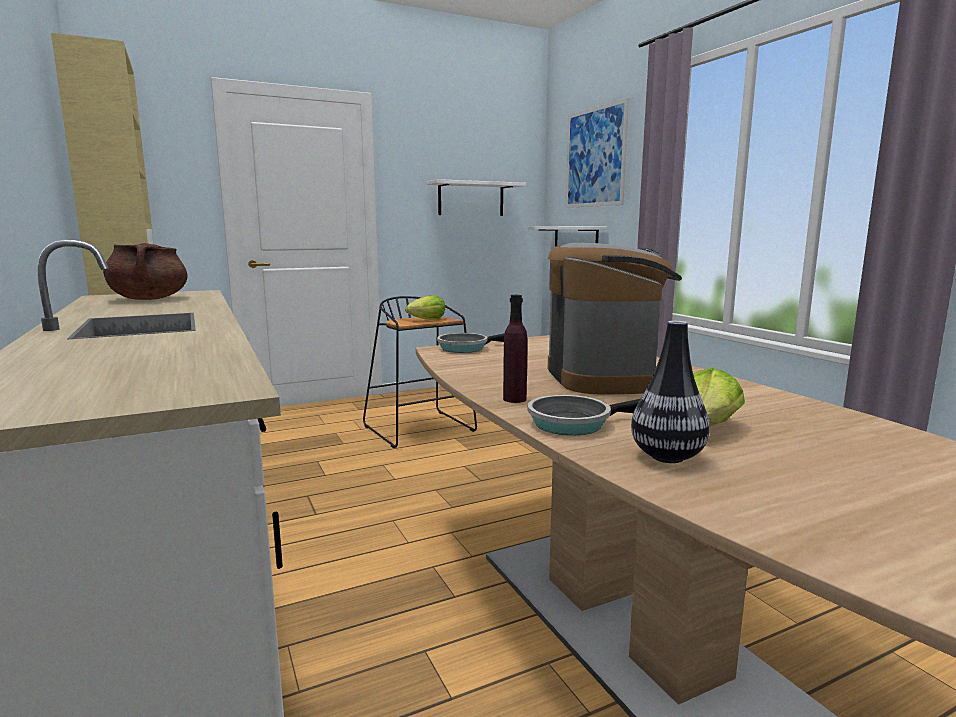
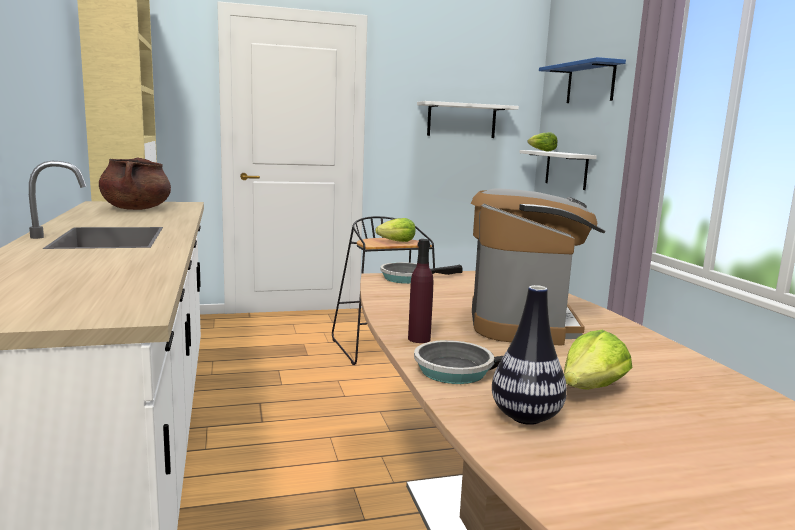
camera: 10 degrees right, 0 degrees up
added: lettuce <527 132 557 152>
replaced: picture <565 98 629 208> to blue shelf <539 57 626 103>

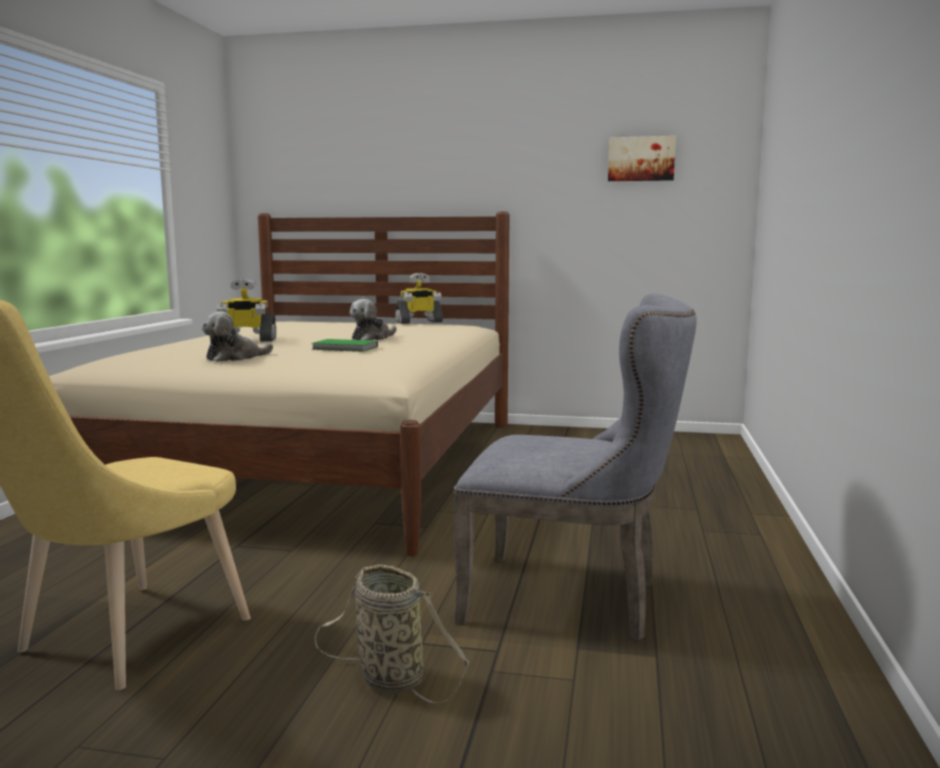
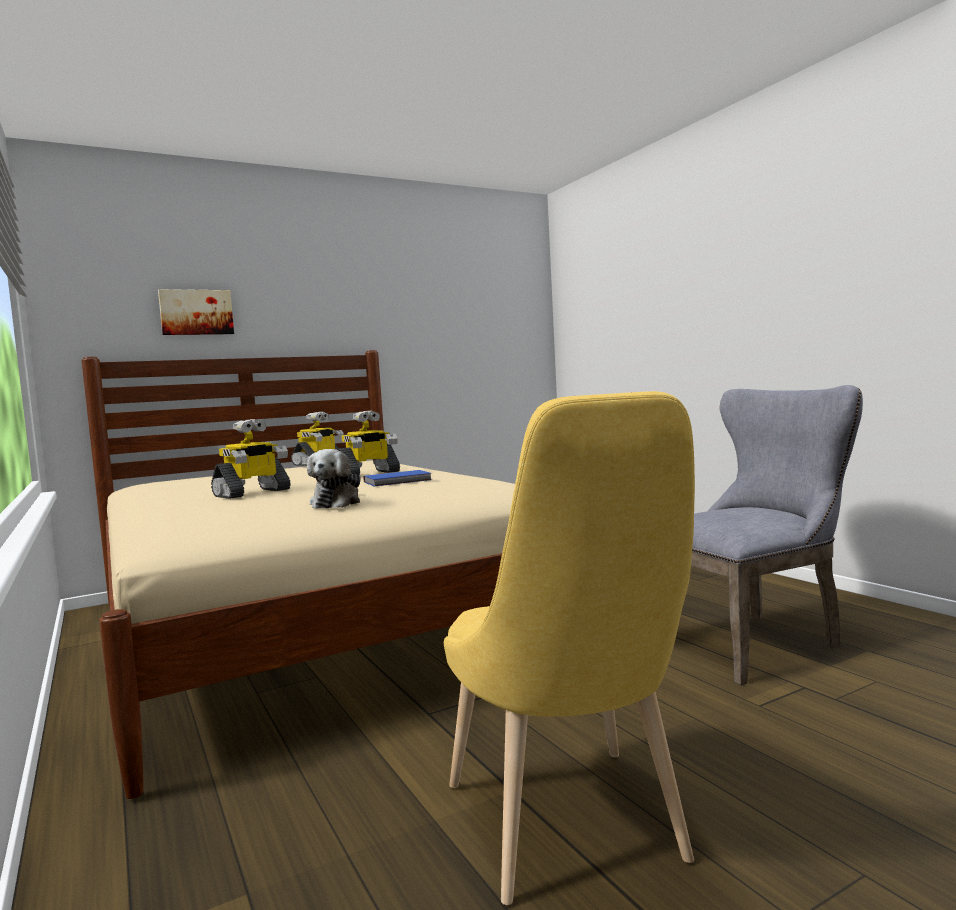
camera: 40 degrees left, 5 degrees down
removed: basket <314 564 469 703>
moved: picture <608 136 676 181> to <158 289 234 335>
replaced: plush toy <350 299 396 341> to toy robot <338 411 400 475>
recoloured: green book <312 339 378 352> to blue book <363 470 432 486>

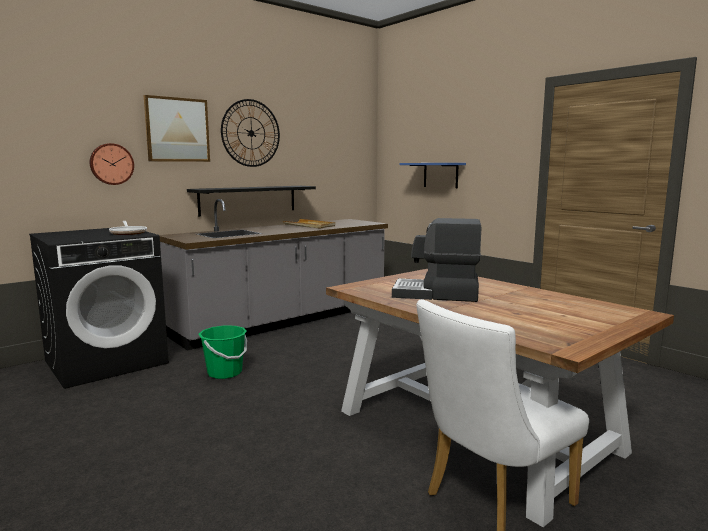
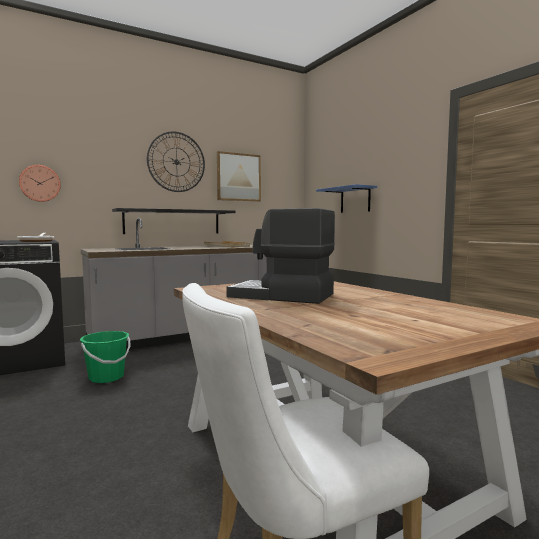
camera: 10 degrees right, 5 degrees down
moved: picture <144 95 210 162> to <217 151 261 202>

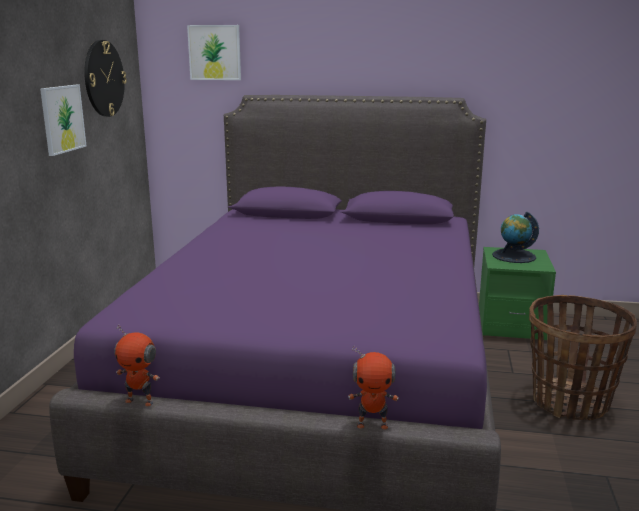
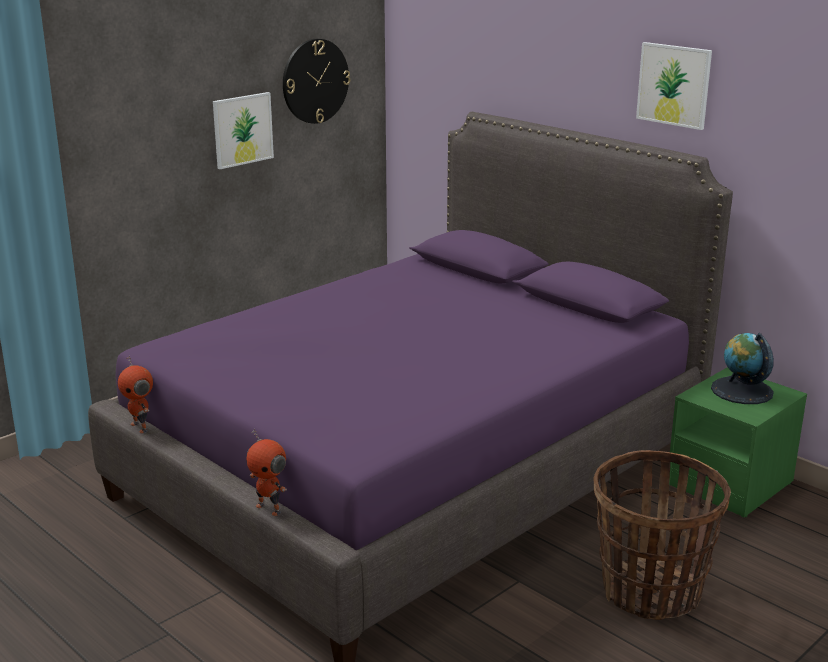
camera: 35 degrees right, 5 degrees up
moved: picture <187 25 241 80> to <636 42 712 130>

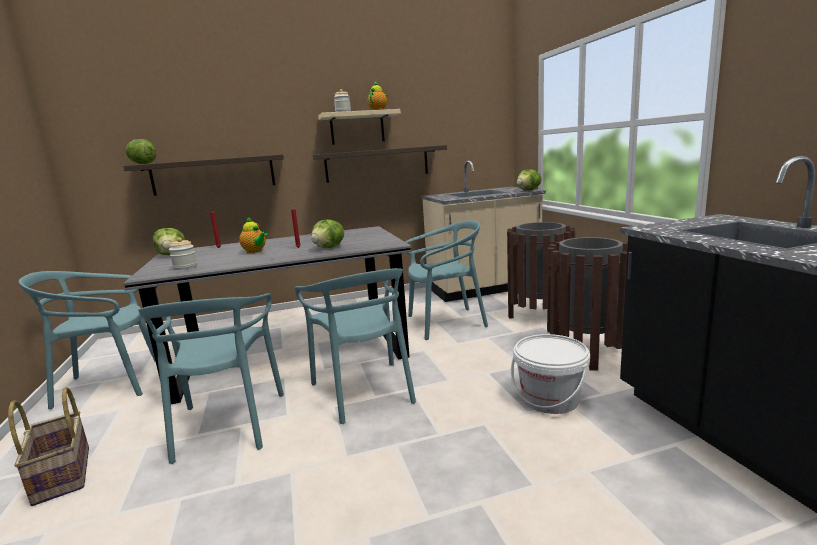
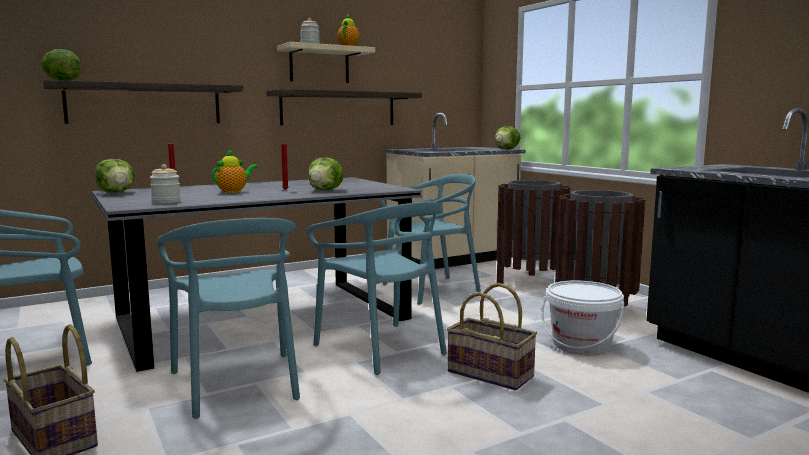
camera: 15 degrees left, 5 degrees down
added: basket <447 283 537 390>
turned: teapot <239 217 268 253> = <211 149 258 193> 75 degrees counterclockwise

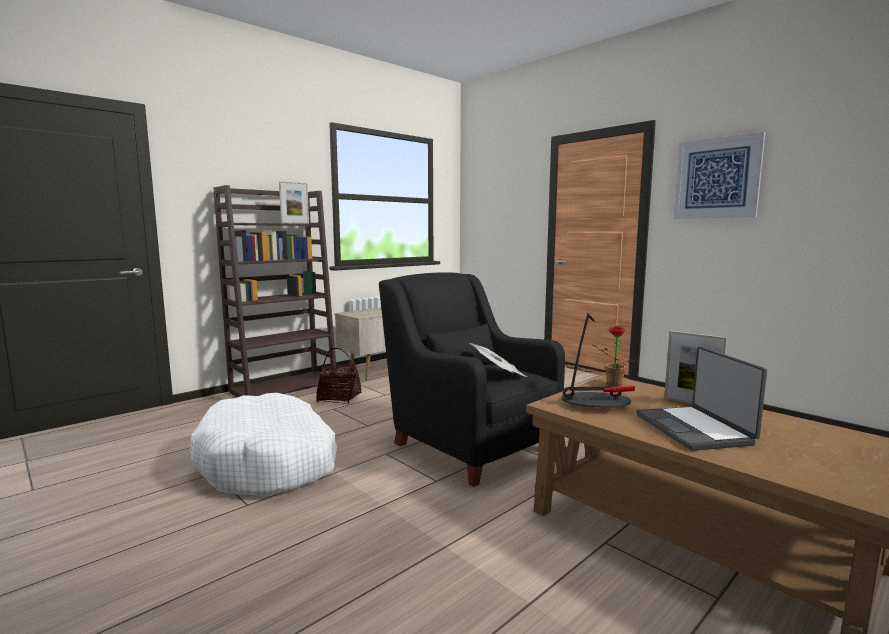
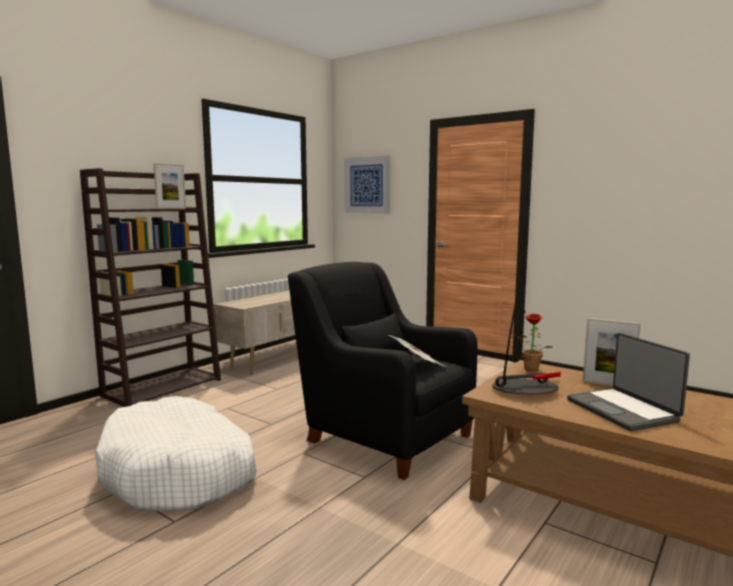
camera: 10 degrees left, 0 degrees up
removed: basket <316 348 362 404>
moved: picture <673 132 766 219> to <344 155 390 214>

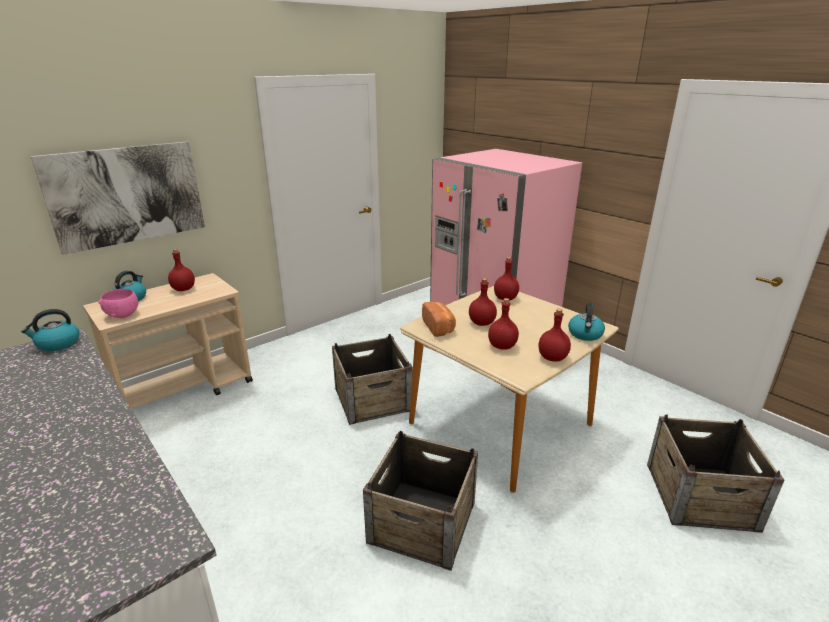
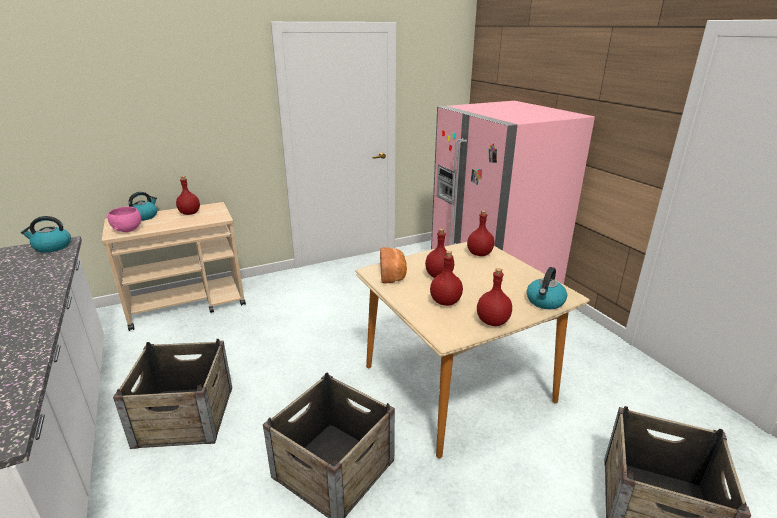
camera: 15 degrees right, 0 degrees up
removed: picture <31 141 205 255>
moved: crate <332 334 413 425> to <113 339 232 449>

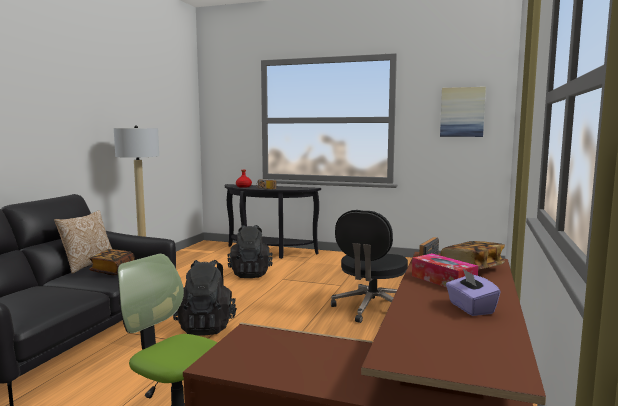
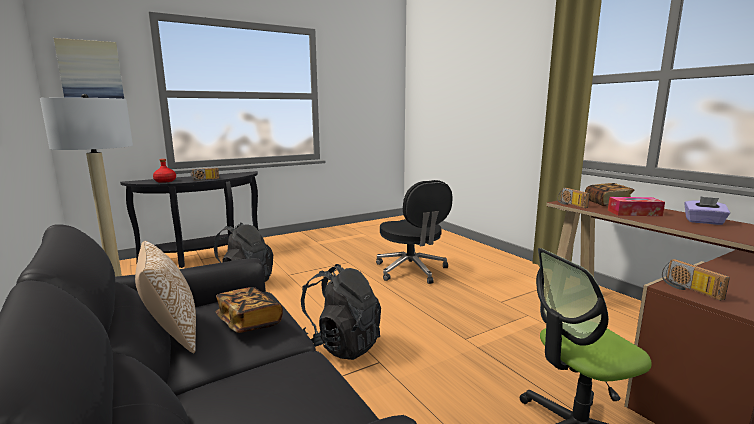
camera: 50 degrees left, 5 degrees up
added: radio <662 259 730 301>
moved: picture <440 87 486 137> to <54 38 124 99>

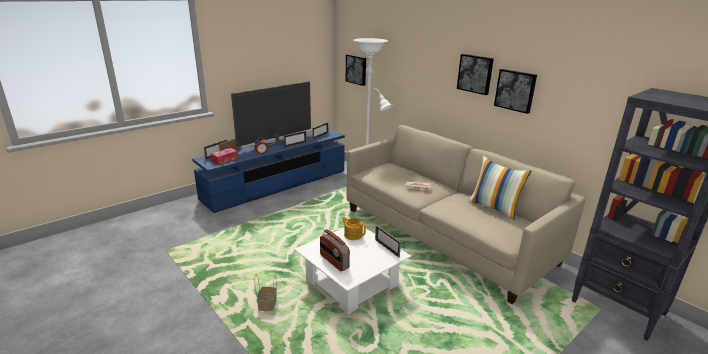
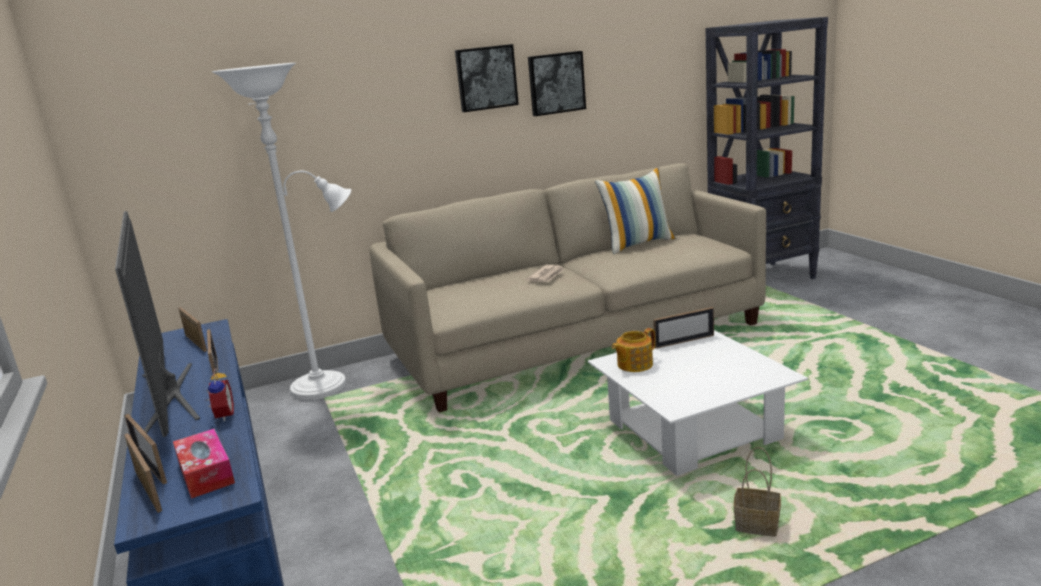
camera: 70 degrees left, 5 degrees down
removed: radio <320 229 350 271>; picture <346 54 366 86>

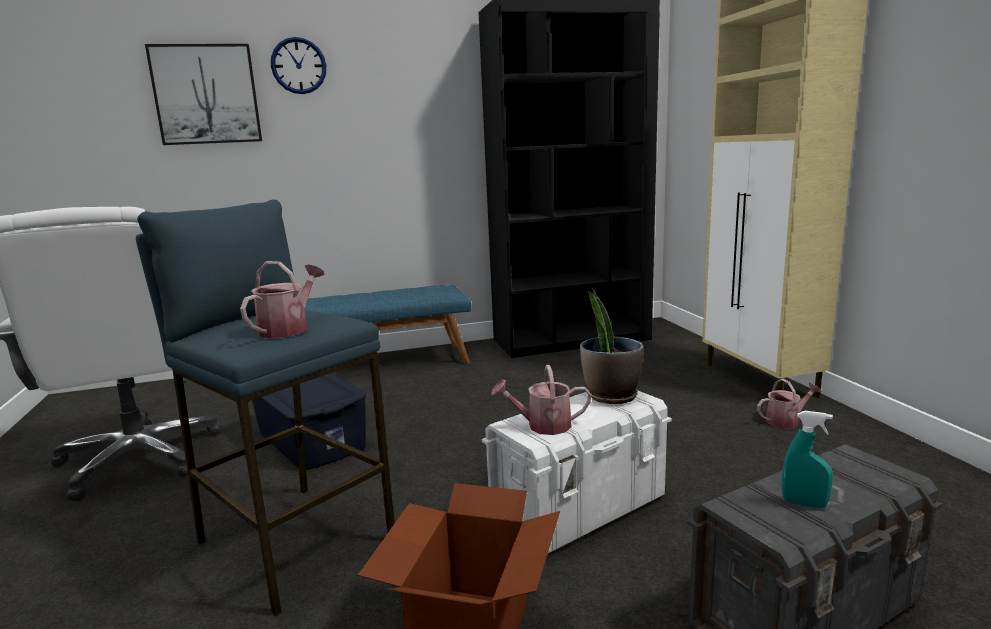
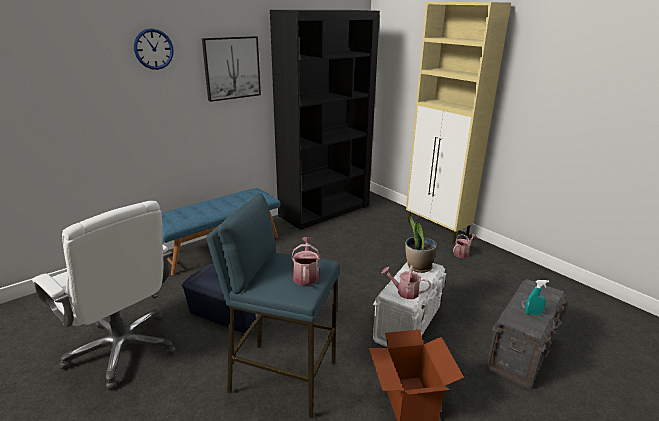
camera: 25 degrees left, 10 degrees up
moved: picture <145 44 262 145> to <202 36 261 102>
turned: watering can <491 365 591 435> = <381 265 431 299> 45 degrees clockwise

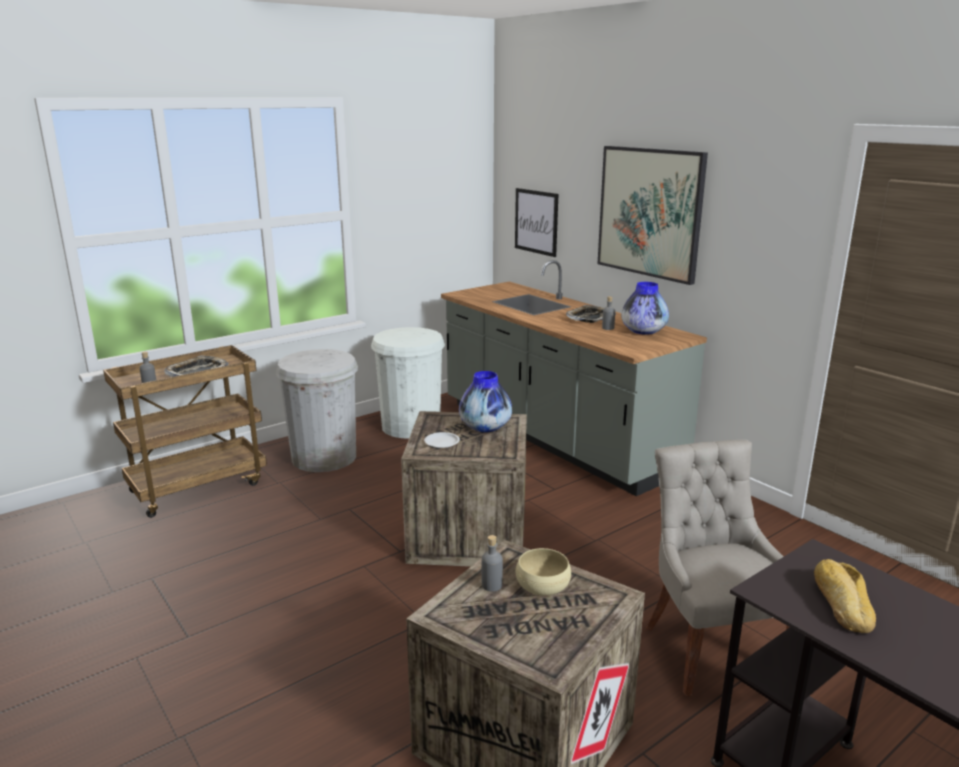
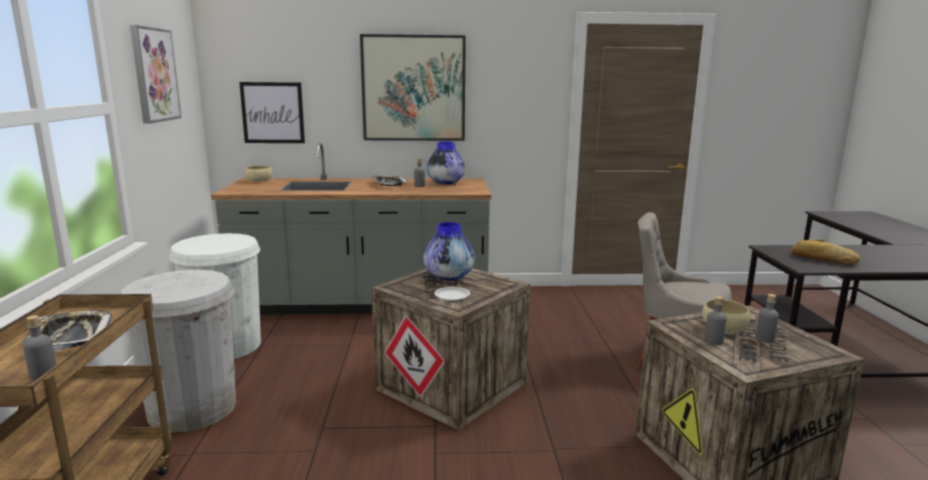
camera: 55 degrees left, 5 degrees down
added: picture <130 25 181 124>; beige bowl <244 166 273 182>; grey bottle <756 294 779 342>

